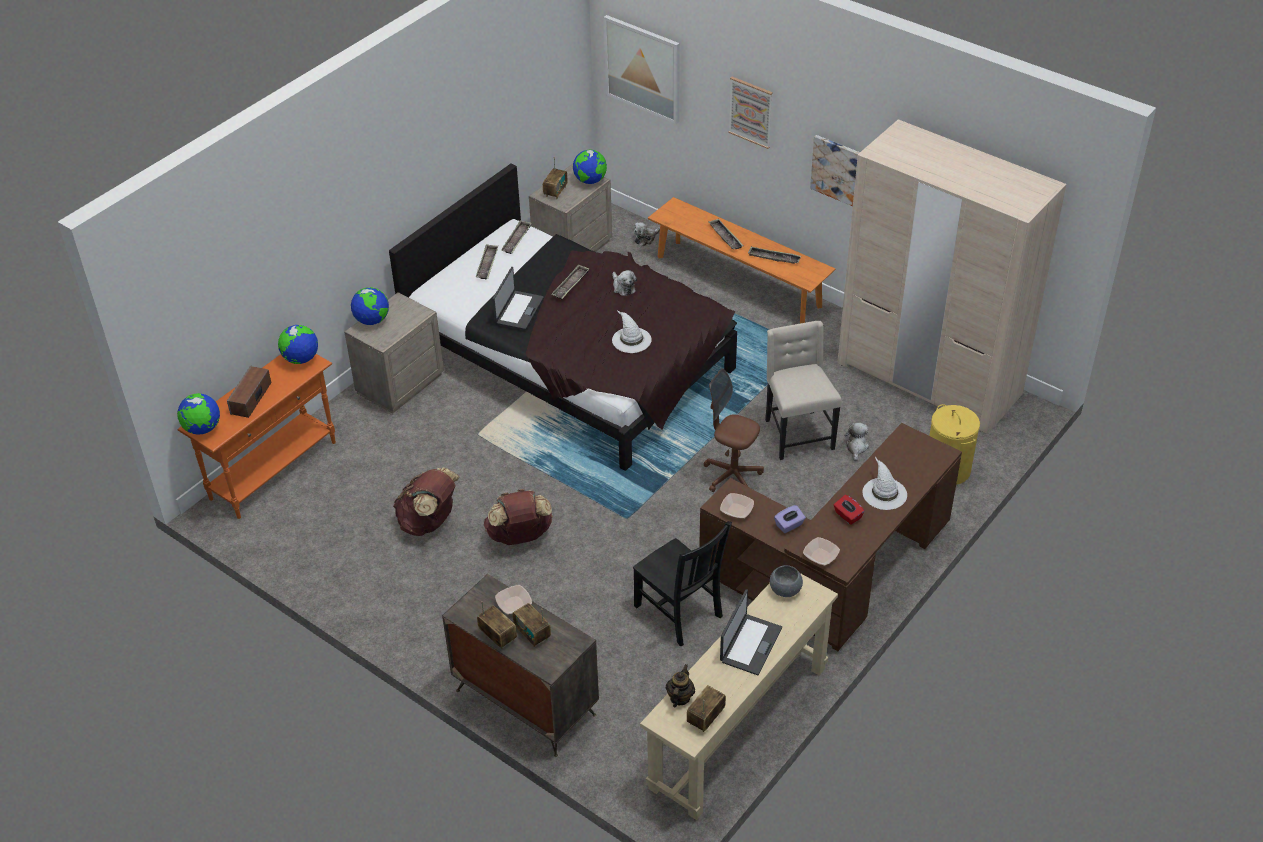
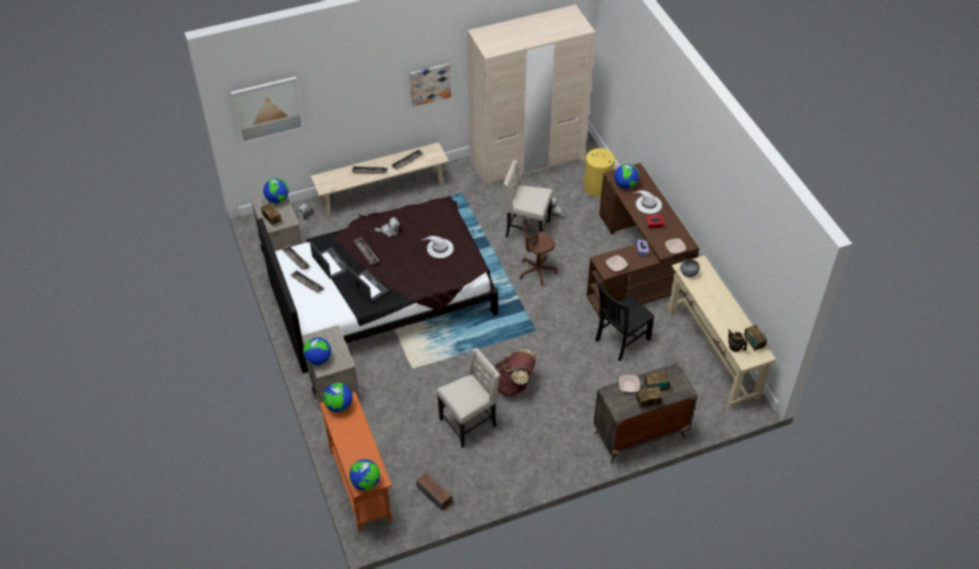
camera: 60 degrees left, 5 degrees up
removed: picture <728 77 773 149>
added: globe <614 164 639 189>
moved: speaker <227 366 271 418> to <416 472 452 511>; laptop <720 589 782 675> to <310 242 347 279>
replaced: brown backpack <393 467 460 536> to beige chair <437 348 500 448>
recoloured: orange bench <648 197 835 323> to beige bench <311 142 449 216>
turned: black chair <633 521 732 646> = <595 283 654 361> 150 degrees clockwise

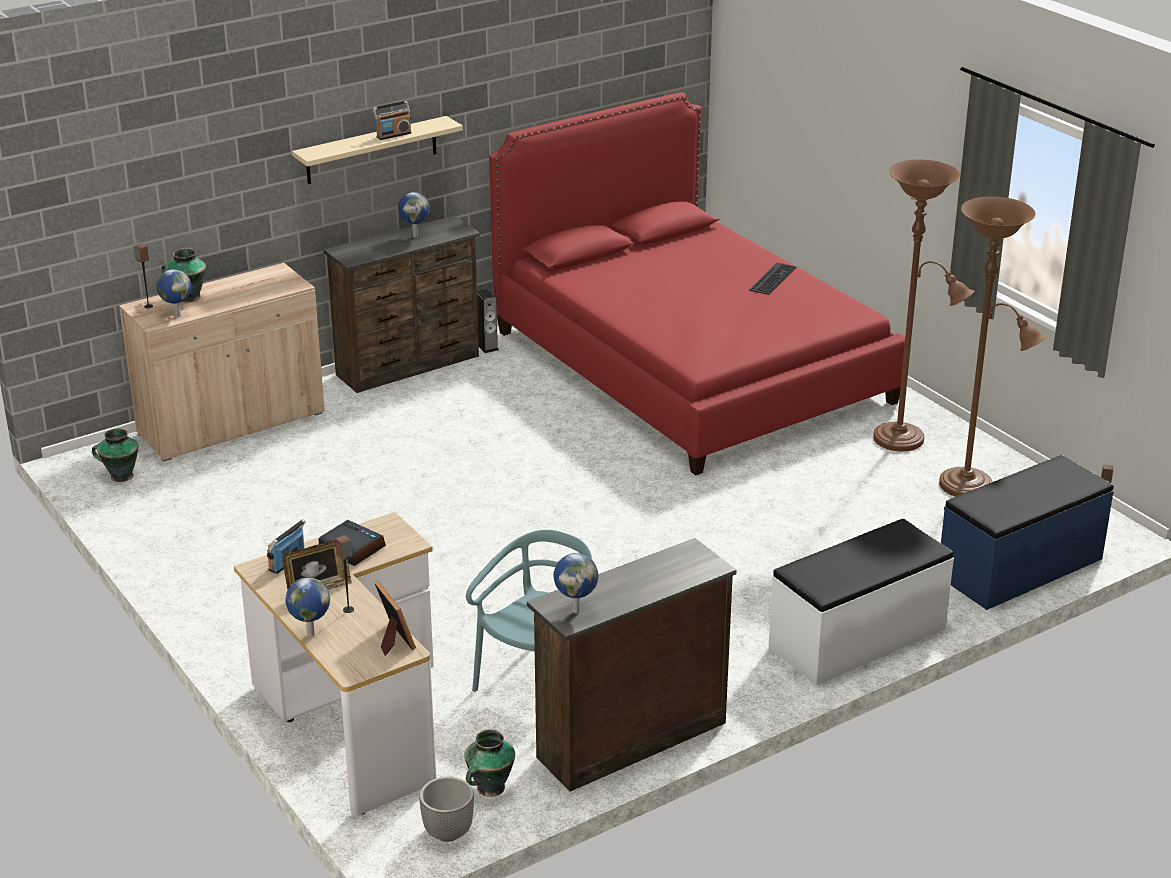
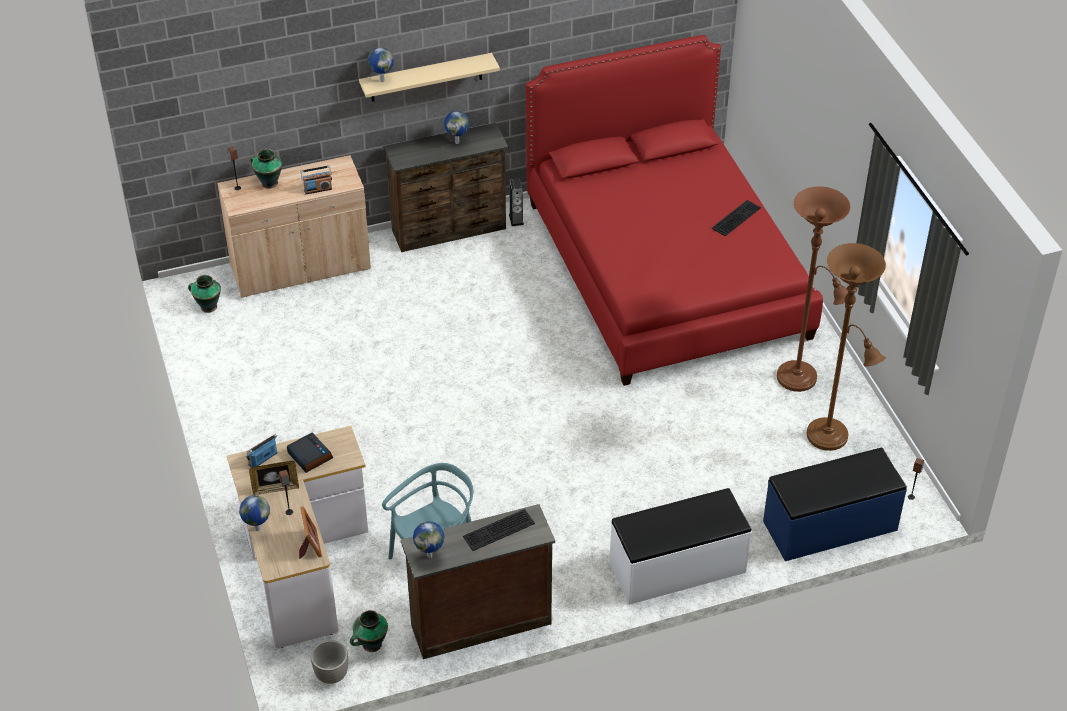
camera: 15 degrees right, 15 degrees up
added: keyboard <463 509 535 551>
moved: globe <156 269 191 317> to <368 47 394 82>; radio <373 101 411 140> to <301 166 332 194>

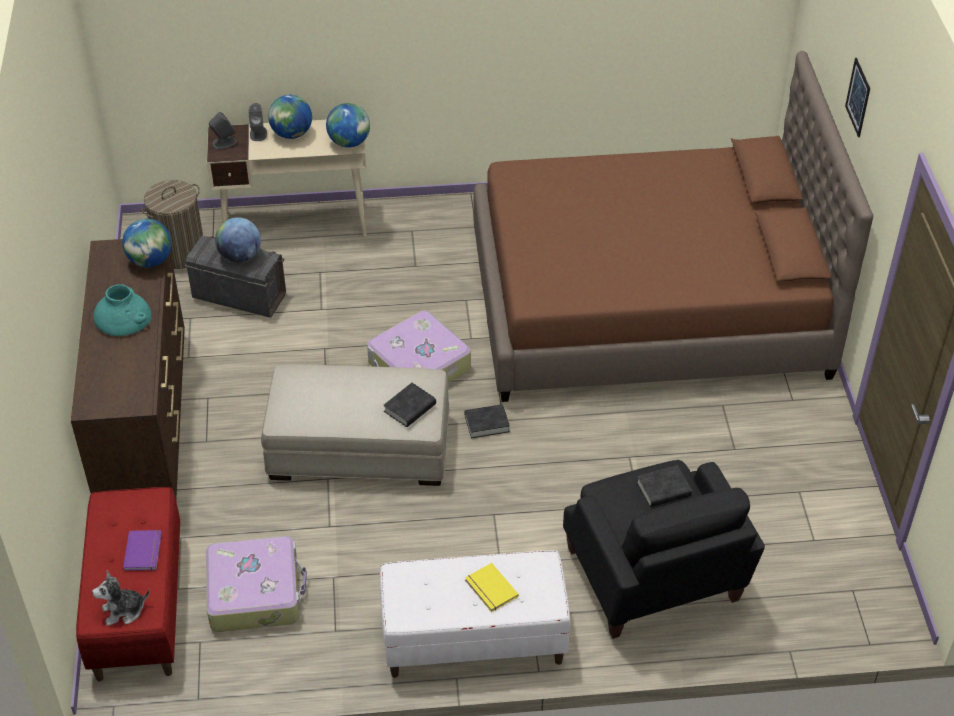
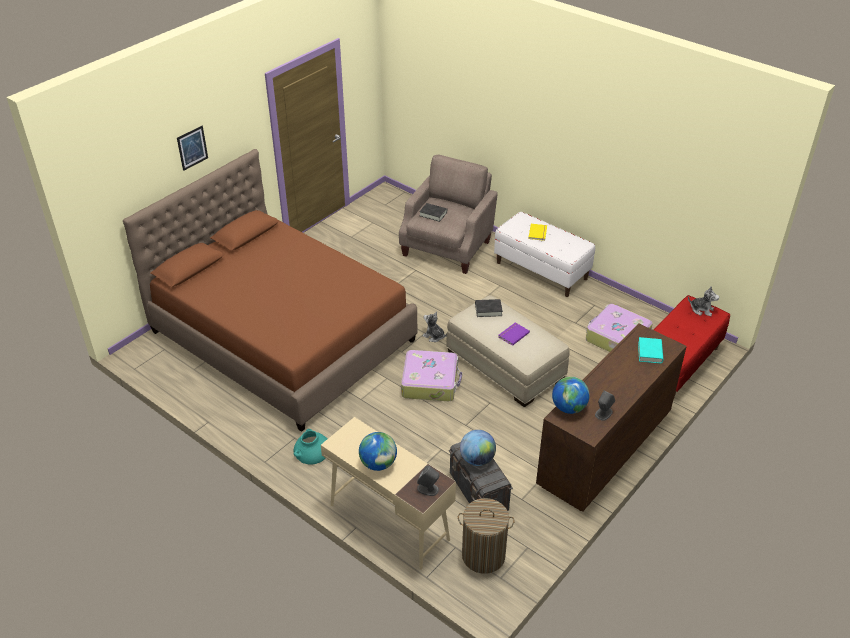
camera: 135 degrees left, 5 degrees down
removed: globe <326 103 370 148>
added: turquoise book <638 337 663 363>
moved: turquoise vase <93 284 152 336> to <294 429 328 465>; purple book <123 530 162 571> to <499 322 530 346>; grey speaker <249 103 267 141> to <595 390 615 421>
replaced: black book <465 404 510 438> to plush toy <422 311 447 342>
recoloured: black armchair <563 460 765 639> to beige armchair <399 155 498 274>

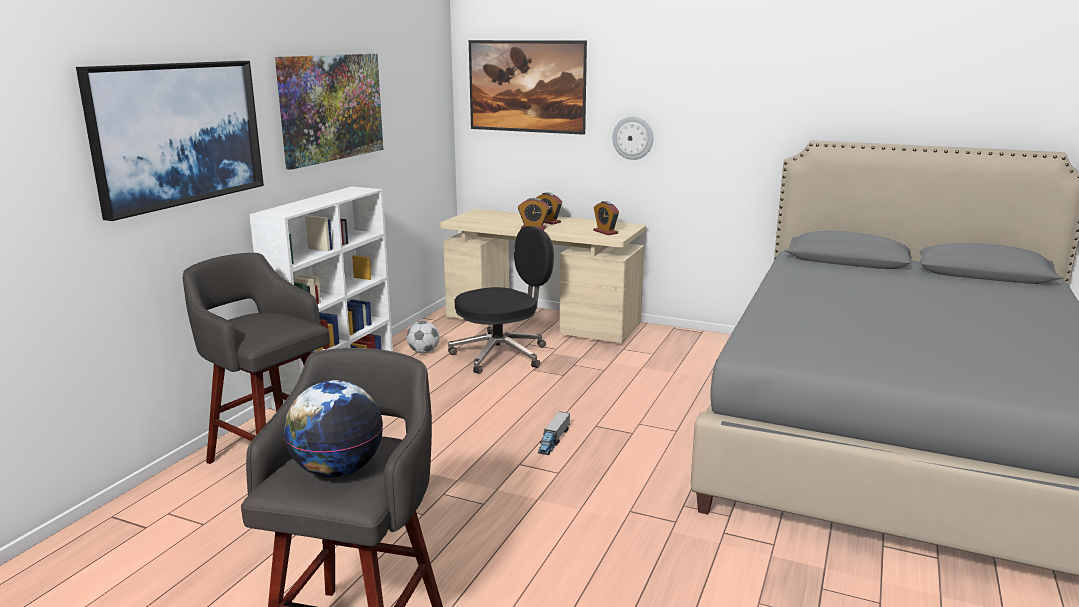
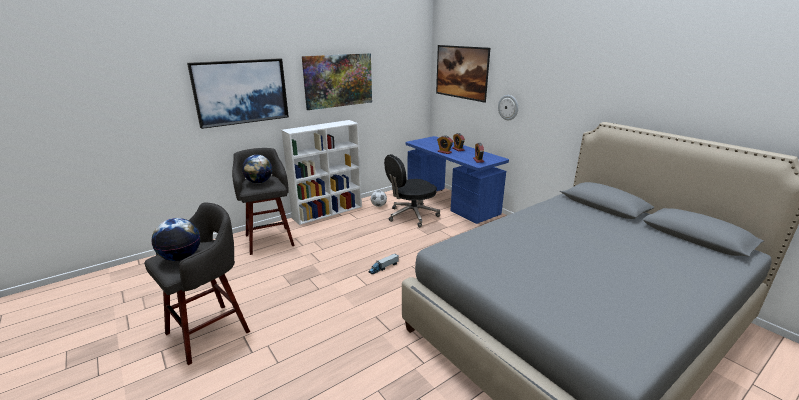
camera: 30 degrees right, 5 degrees up
added: globe <242 155 272 183>
recoloured: beige desk <440 209 646 343> to blue desk <406 136 509 224>
turned: black office chair <448 226 554 374> = <384 154 440 227> 150 degrees clockwise

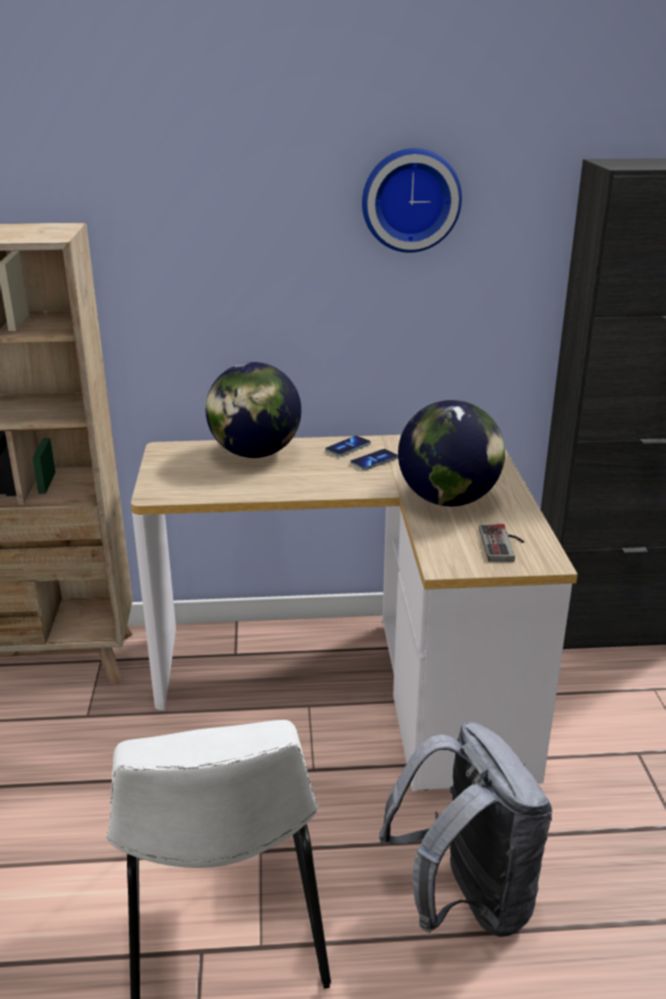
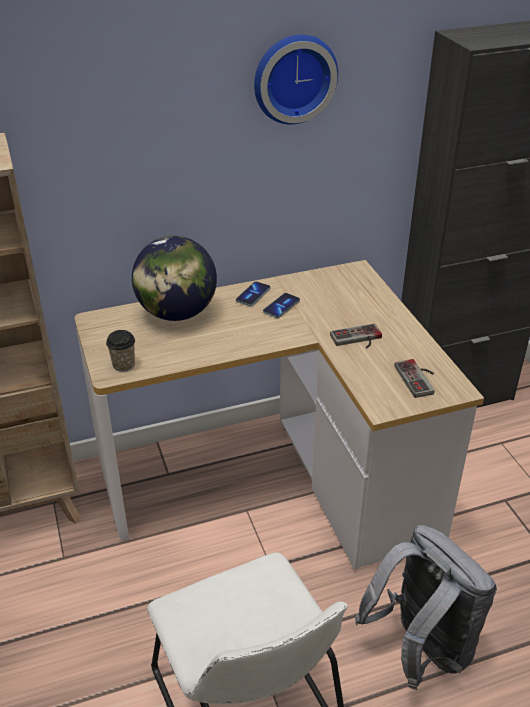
camera: 15 degrees left, 10 degrees up
added: cup <106 330 135 372>
replaced: globe <398 400 505 506> to game controller <330 324 382 348>

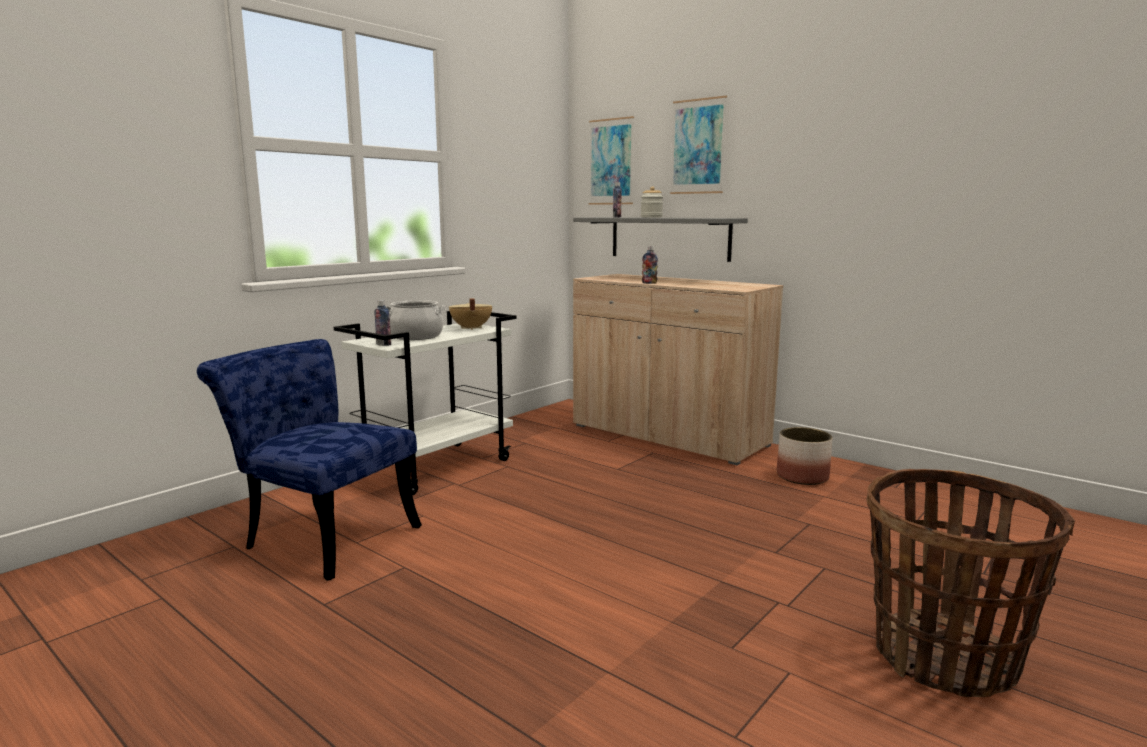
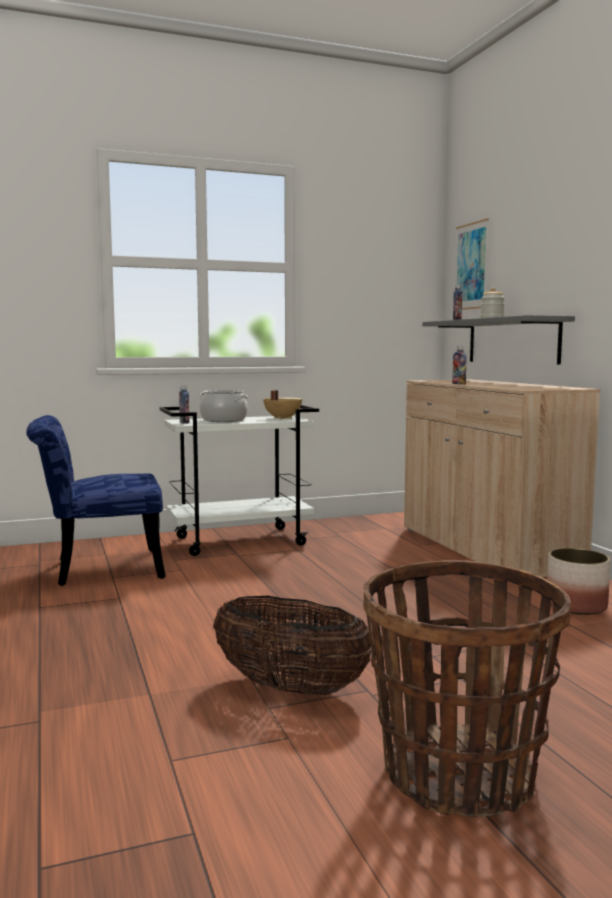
camera: 30 degrees right, 5 degrees down
removed: picture <670 96 727 194>
added: basket <213 596 372 695>
turned: blue chair <197 339 422 581> = <26 415 166 586> 75 degrees counterclockwise

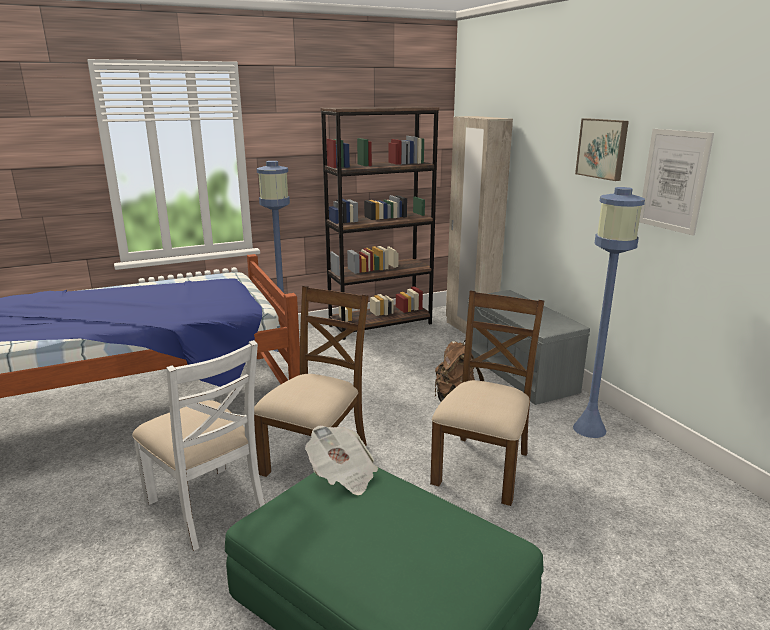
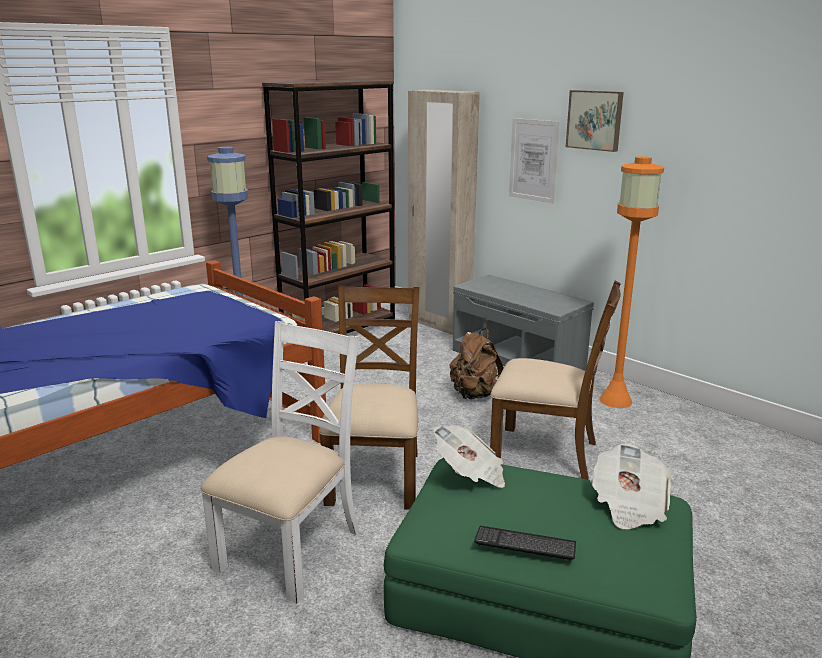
camera: 20 degrees left, 0 degrees up
added: keyboard <474 526 576 561>; newspaper <591 443 672 529>
moved: picture <639 129 714 236> to <509 118 561 203>
recoloured: blue floor lamp <573 187 645 438> to orange floor lamp <600 156 664 408>
turned: white chair <132 340 265 551> = <201 321 359 604> 90 degrees counterclockwise; brown chair <430 291 544 506> = <490 281 621 480> 105 degrees clockwise

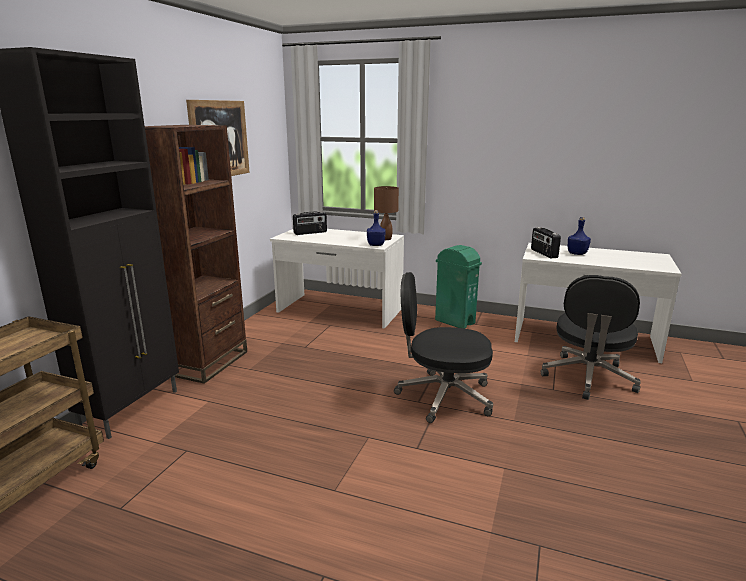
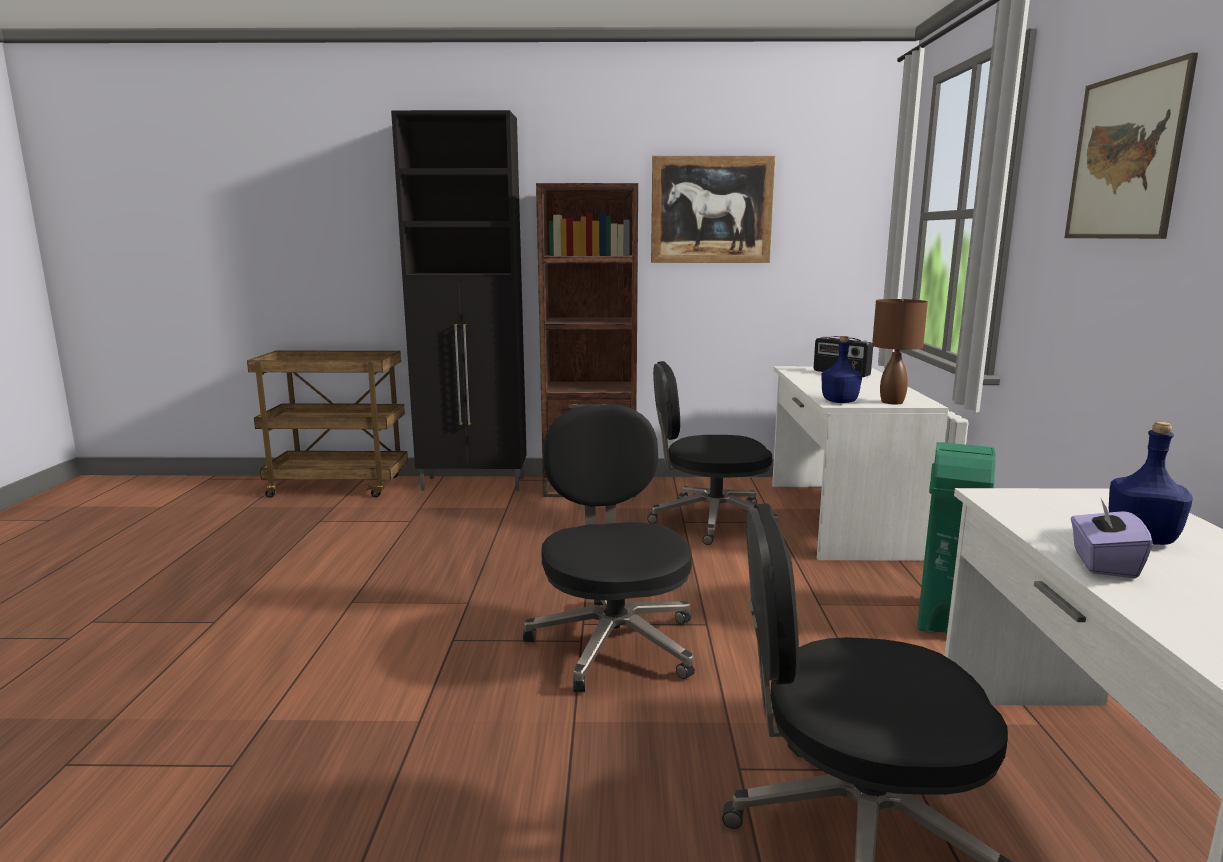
camera: 70 degrees right, 5 degrees down
removed: radio <531 227 561 258>
added: black office chair <647 361 778 545>; picture <1064 52 1198 239>; purple tissue box <1071 496 1153 578>

